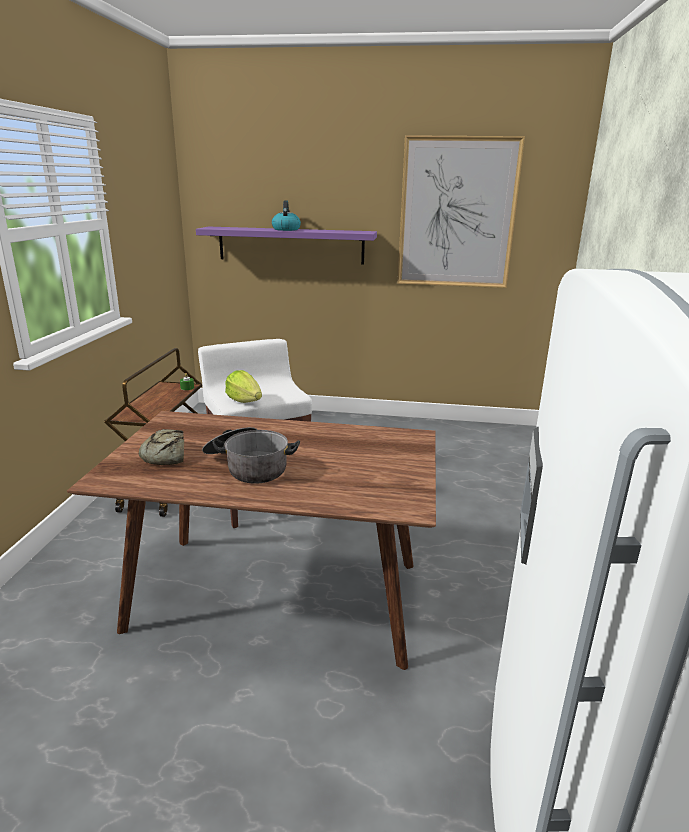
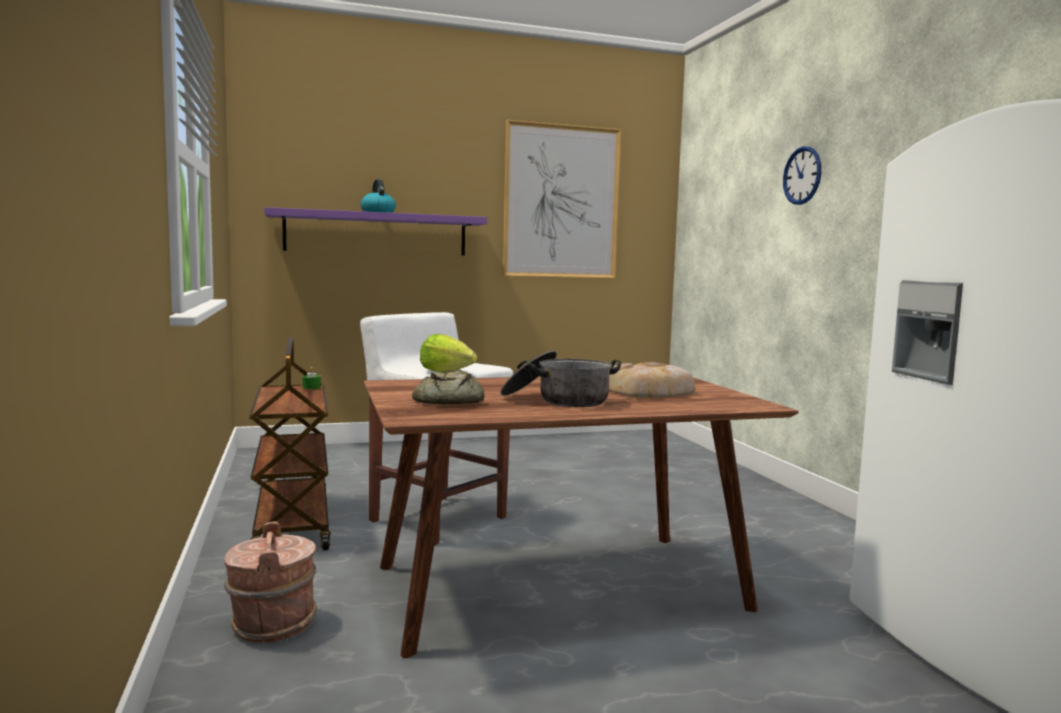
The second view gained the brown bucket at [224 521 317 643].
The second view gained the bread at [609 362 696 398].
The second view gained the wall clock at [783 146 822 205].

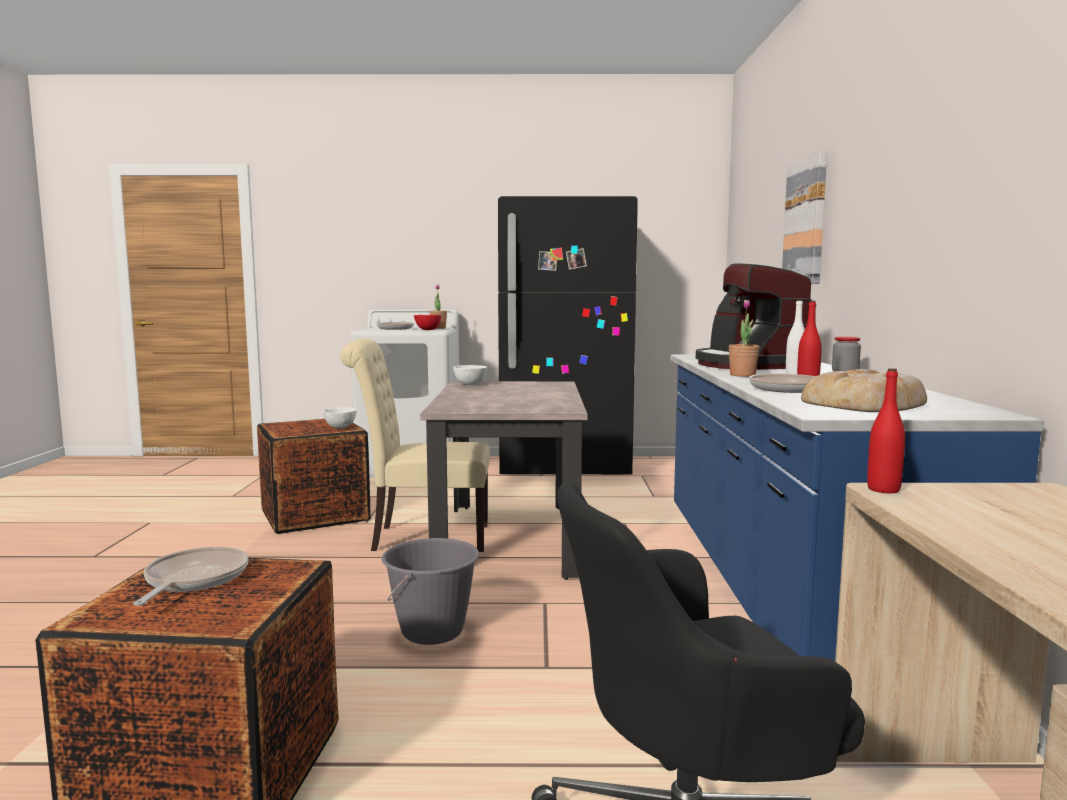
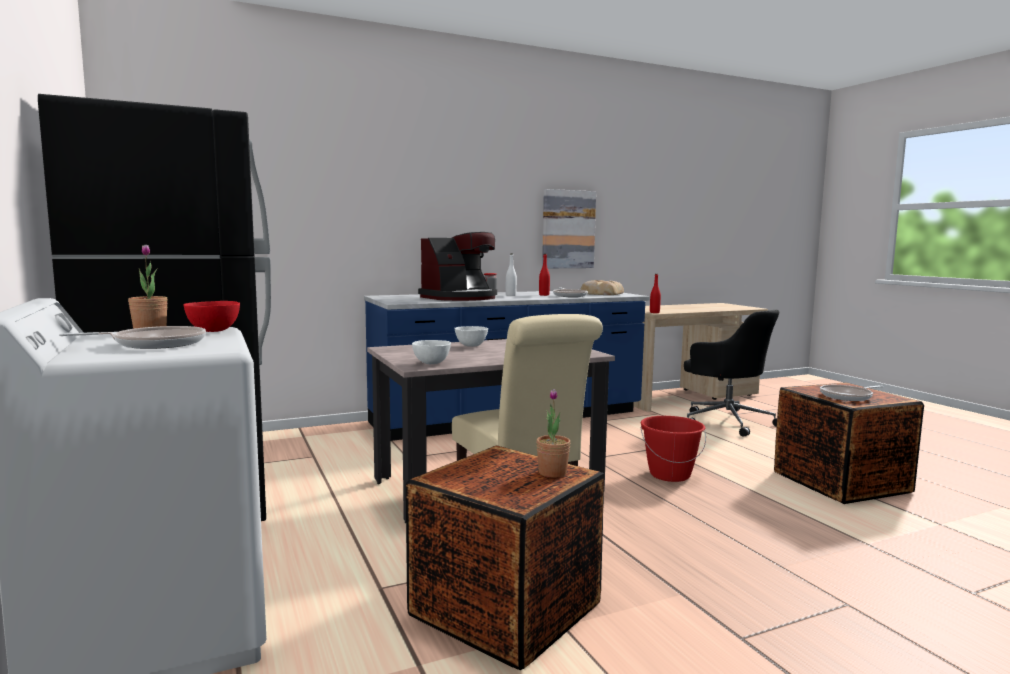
The white bowl ended up elsewhere, having gone from [323 407 357 429] to [454 326 488 347].
The potted plant ended up elsewhere, having gone from [729 300 759 377] to [536 389 571 478].
The picture ended up elsewhere, having gone from [782 153 827 284] to [542 189 596 268].
What was the grey bucket at [382 538 479 645] turned into the red bucket at [641 416 706 482].

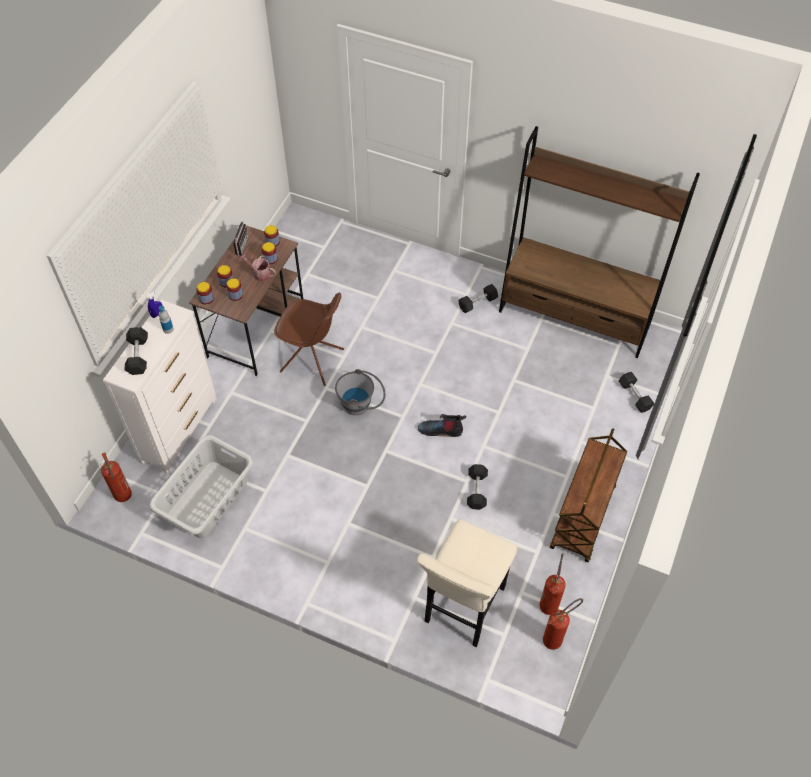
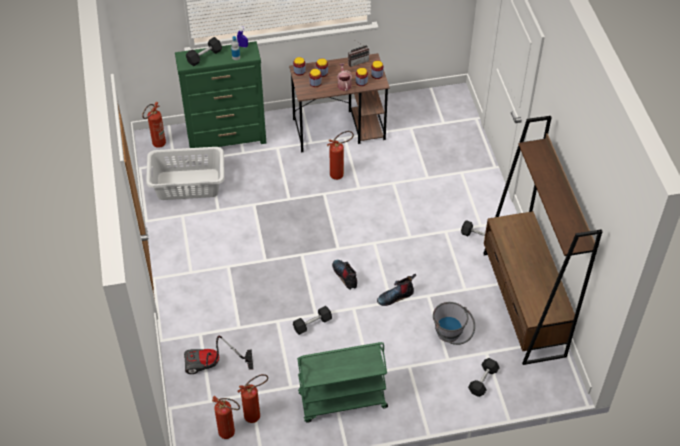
What was the white dresser at [103 300 217 474] turned into the green dresser at [175 41 266 148].
Where the beige stool stood at [417 519 517 647], the vacuum cleaner came to stand at [184 336 253 374].
What was the brown cart at [550 428 627 562] turned into the green cart at [297 342 388 423].
Where the brown chair stood at [274 293 344 386], the fire extinguisher came to stand at [327 131 354 180].
The second view gained the boot at [377 274 416 306].
The grey bucket ended up elsewhere, having gone from [335 369 385 415] to [433 302 475 345].

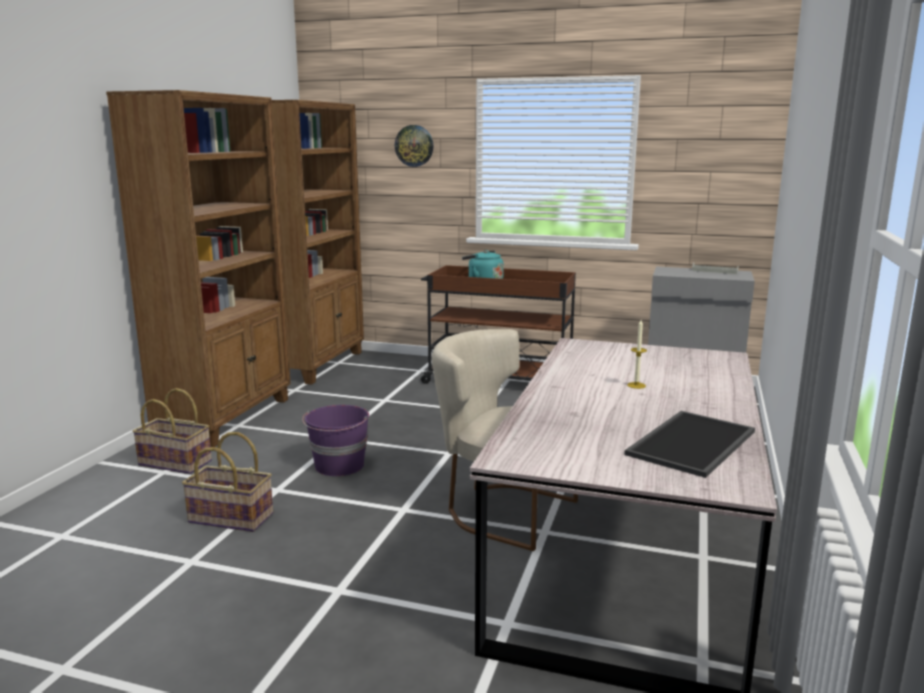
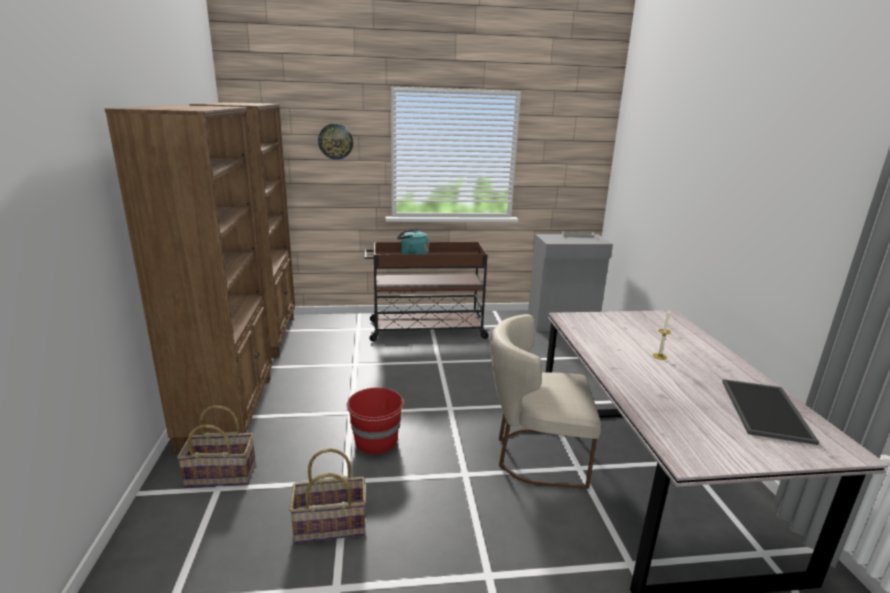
What was the purple bucket at [302 405 369 476] turned into the red bucket at [346 388 404 455].

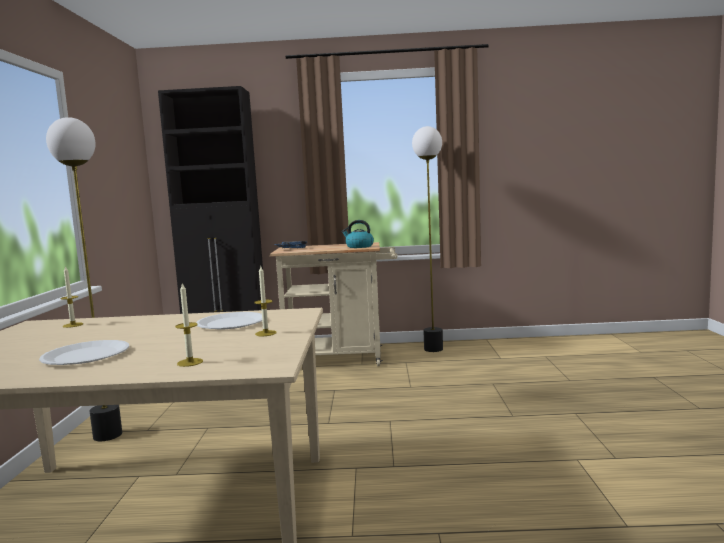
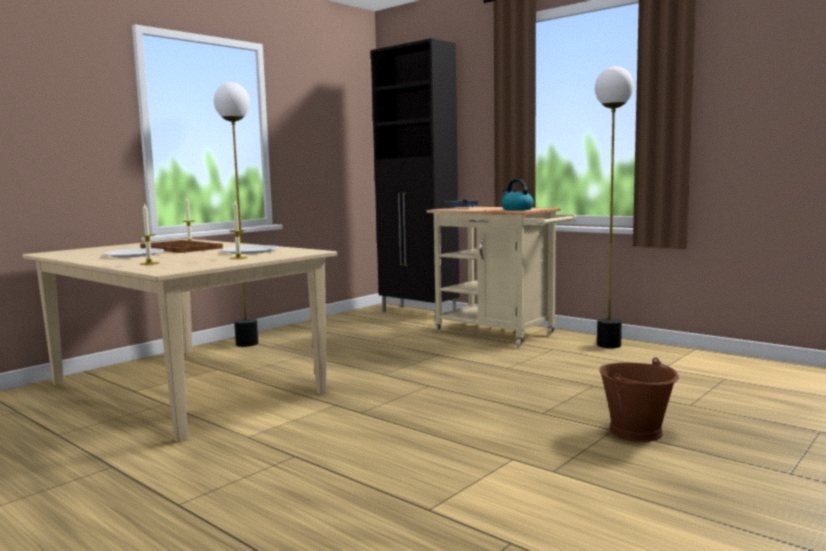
The second view gained the brown tray at [140 240 223 253].
The second view gained the brown bucket at [599 357 679 442].

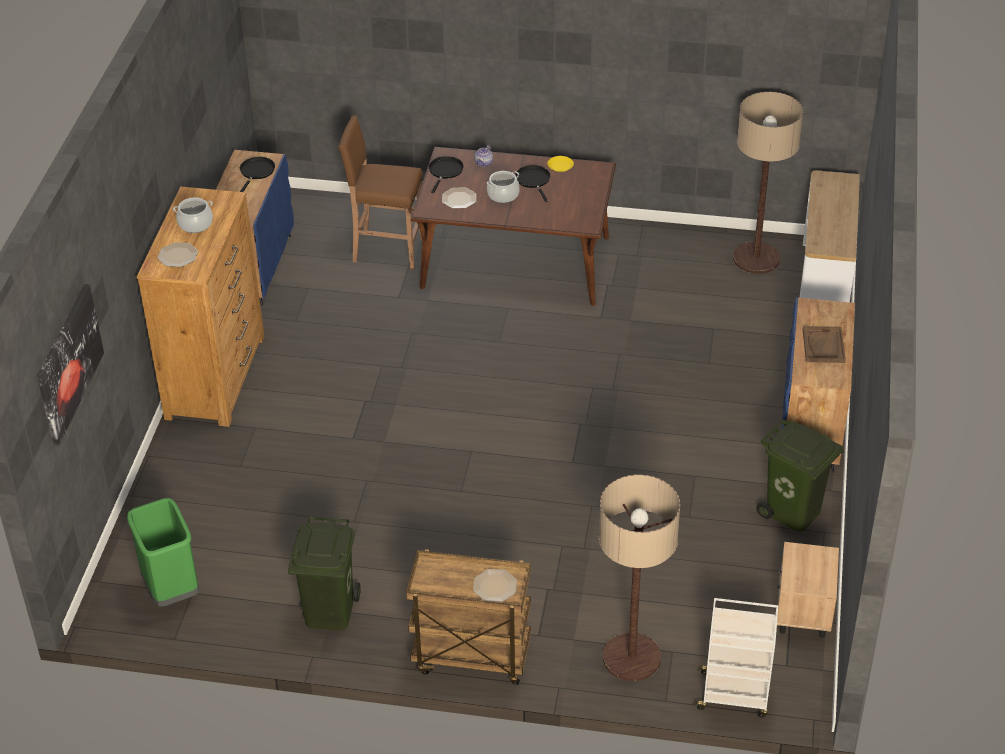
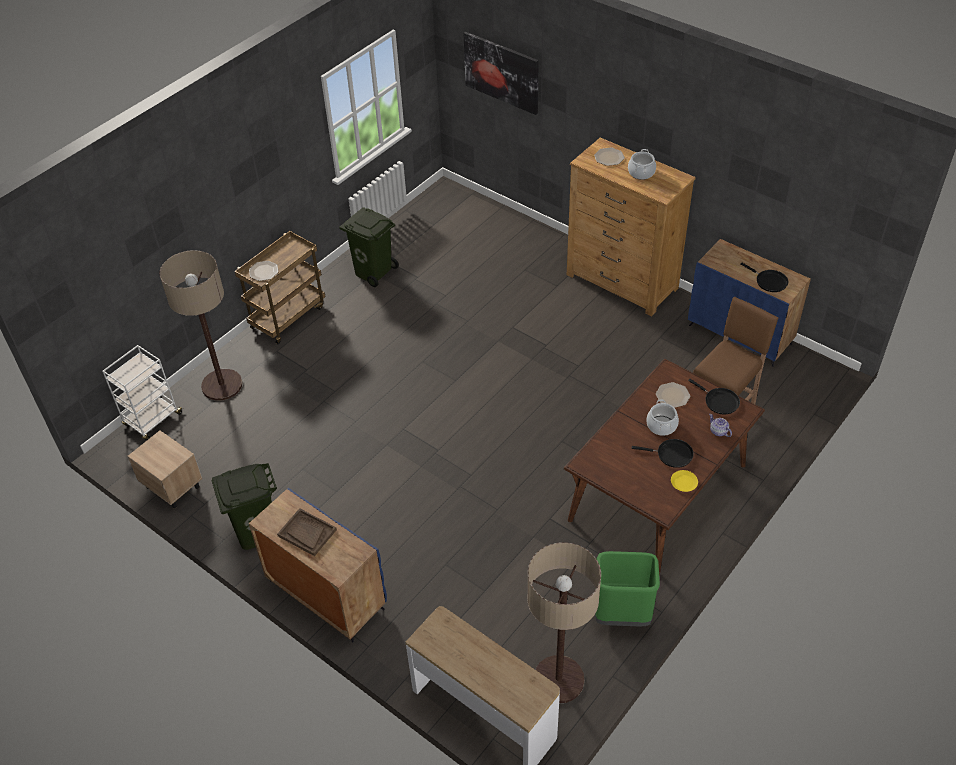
The green trash can ended up elsewhere, having gone from [127 498 199 606] to [595 551 660 626].

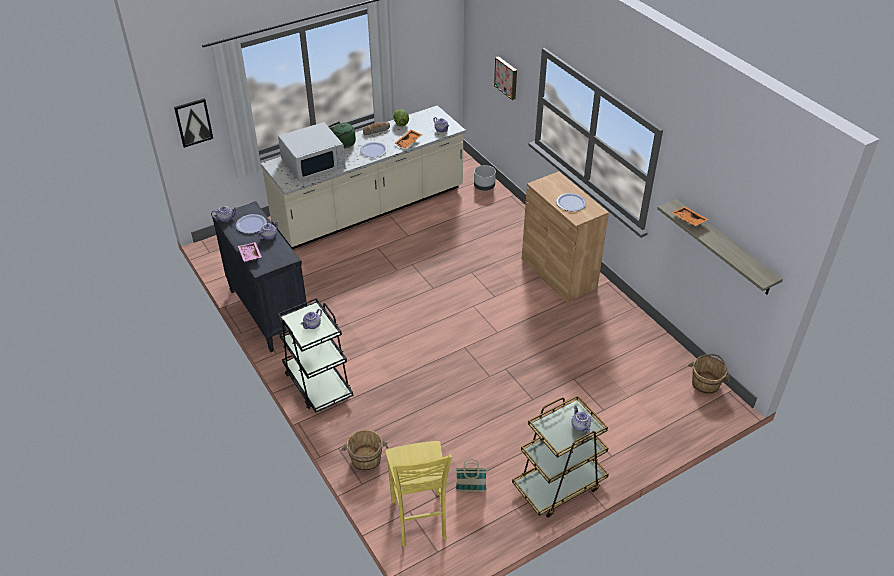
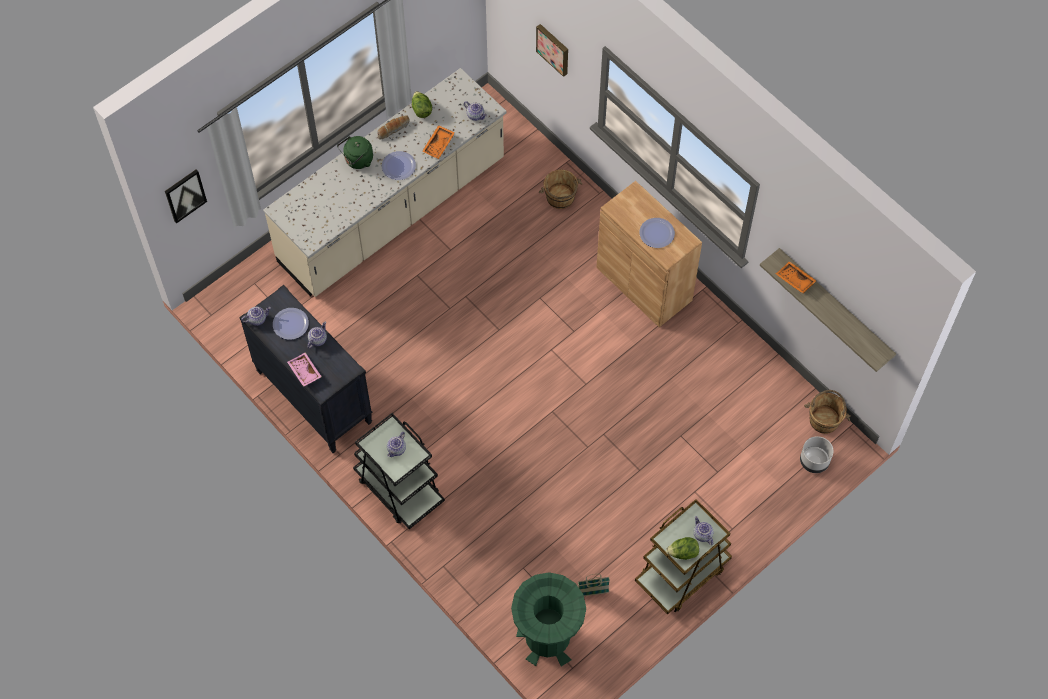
Where the yellow stool stood at [385 441 452 547], the green trash can came to stand at [511 572 586 666].
The brown bucket ended up elsewhere, having gone from [341 430 388 471] to [539 170 582 209].
The second view gained the lettuce at [666 537 699 560].
The grey planter ended up elsewhere, having gone from [474 165 496 191] to [800 436 833 473].
The second view lost the white microwave at [278 122 346 182].

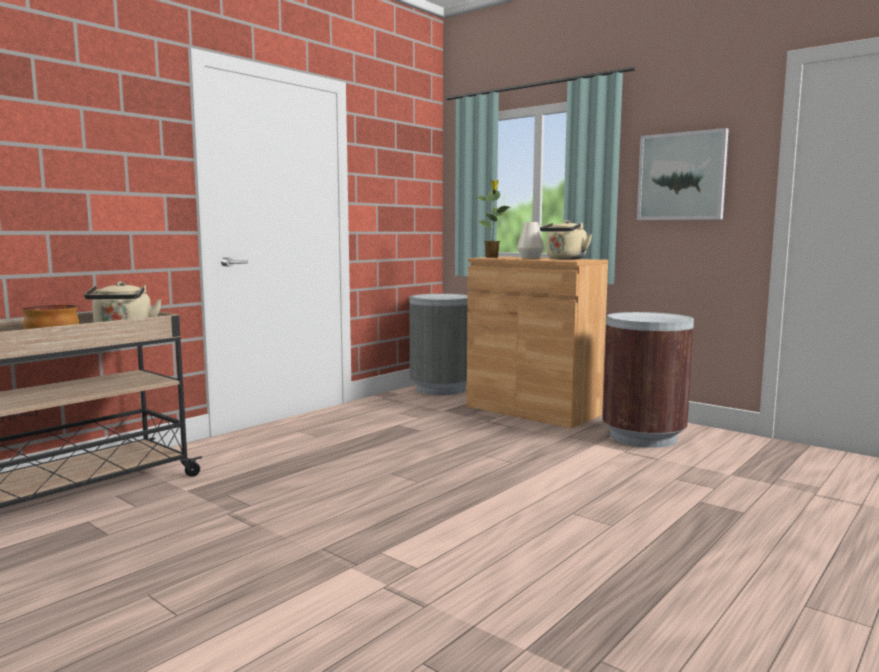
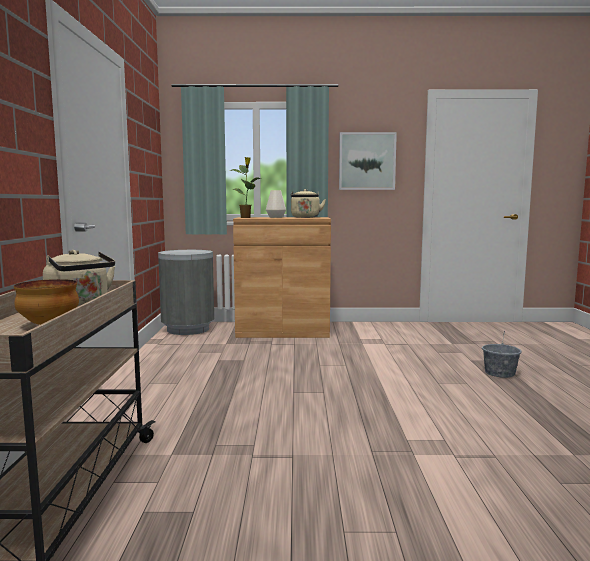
The second view gained the grey bucket at [482 330 522 378].
The second view lost the brown trash can at [602 312 694 448].

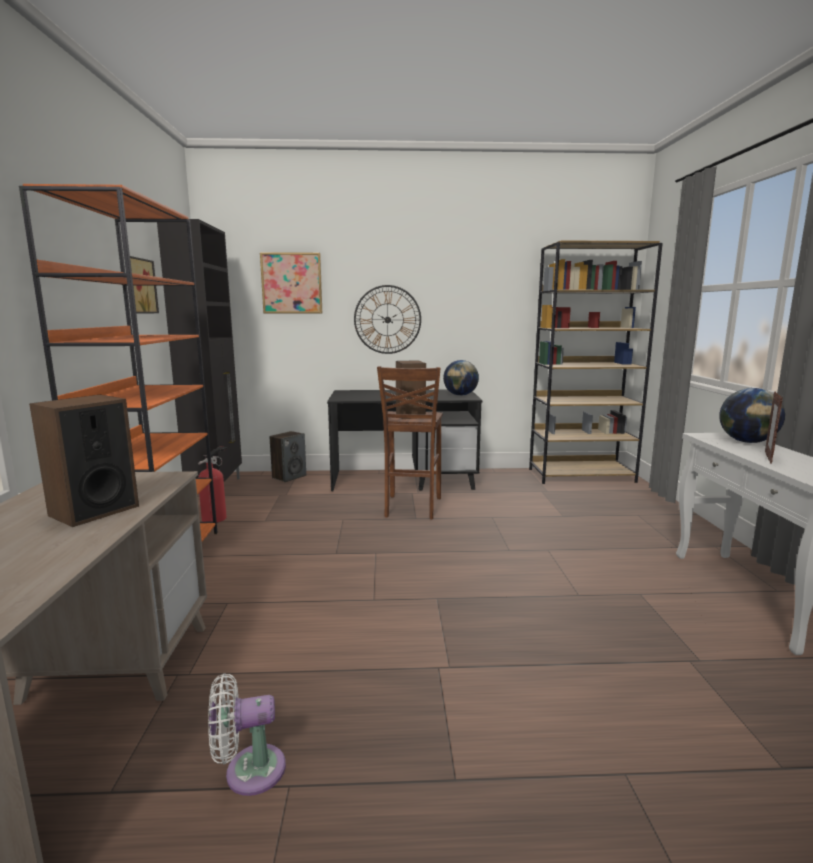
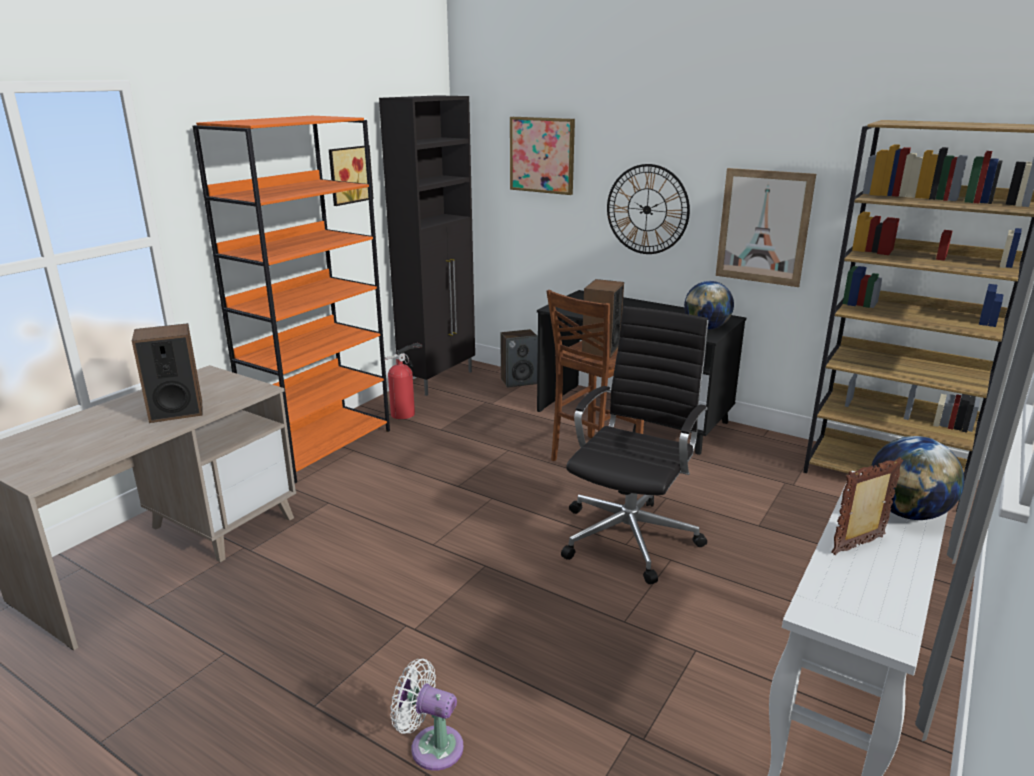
The white fan ended up elsewhere, having gone from [208 674 286 796] to [390 659 464 771].
The second view gained the black office chair at [561 306 709 584].
The second view gained the picture at [716 168 816 287].

